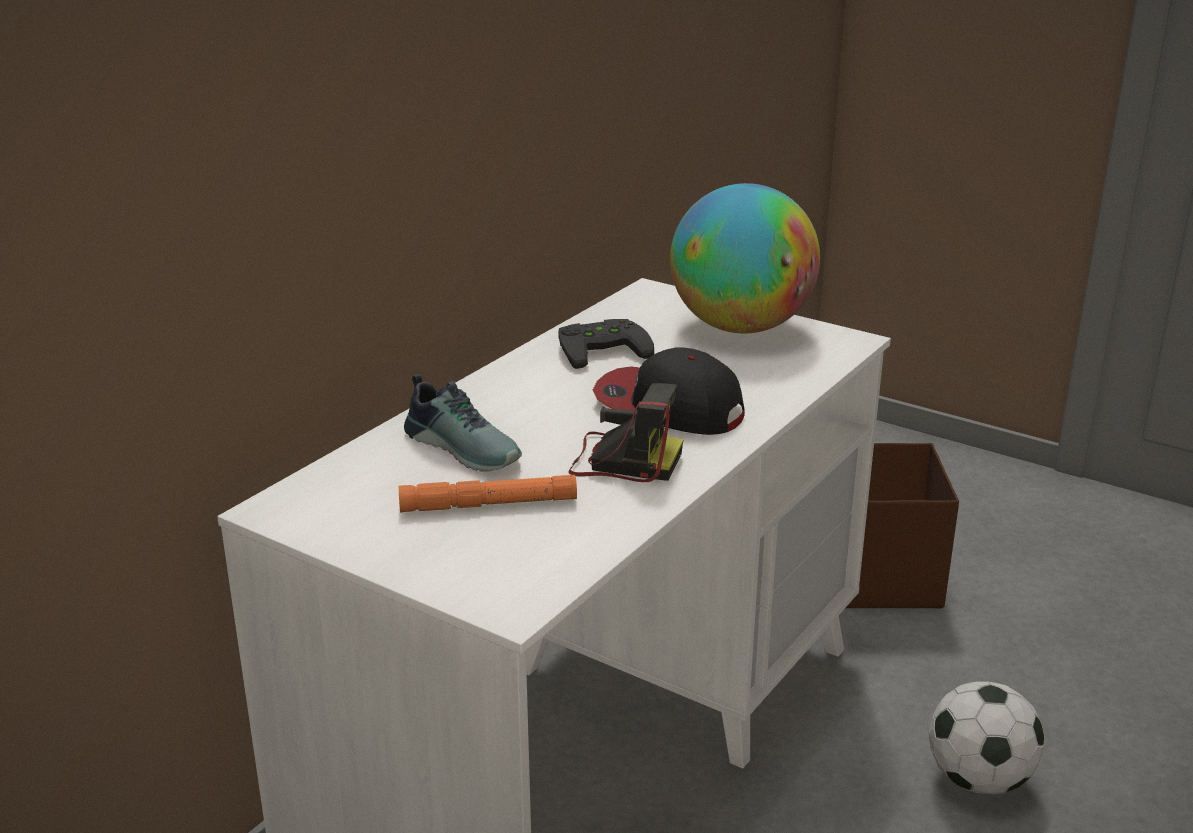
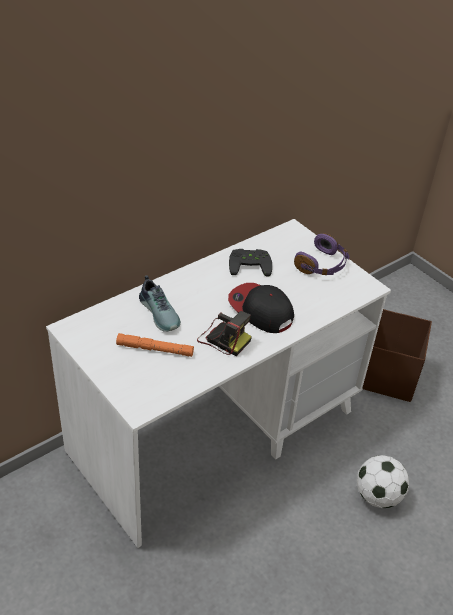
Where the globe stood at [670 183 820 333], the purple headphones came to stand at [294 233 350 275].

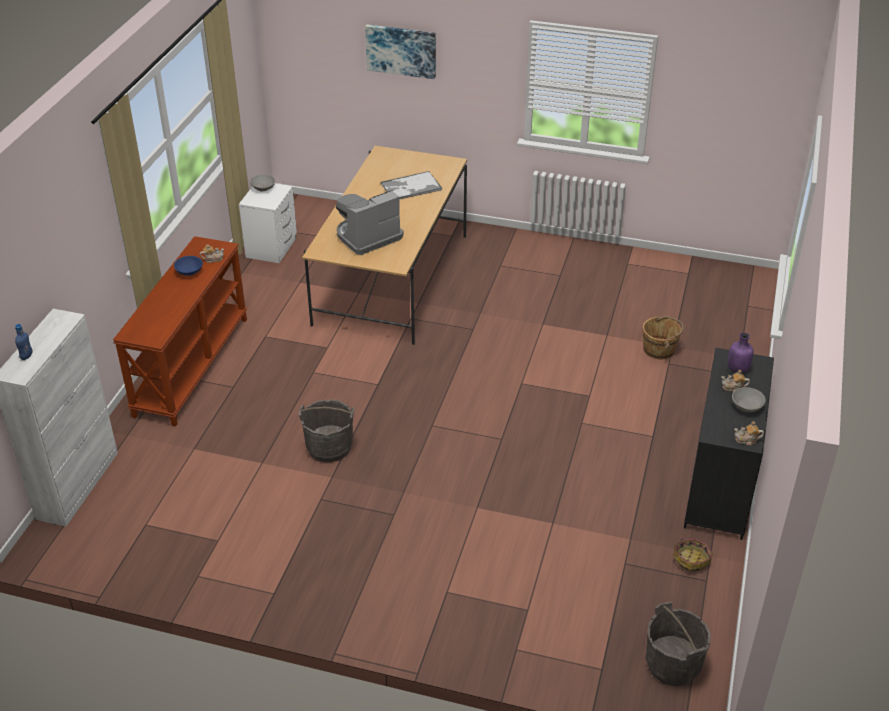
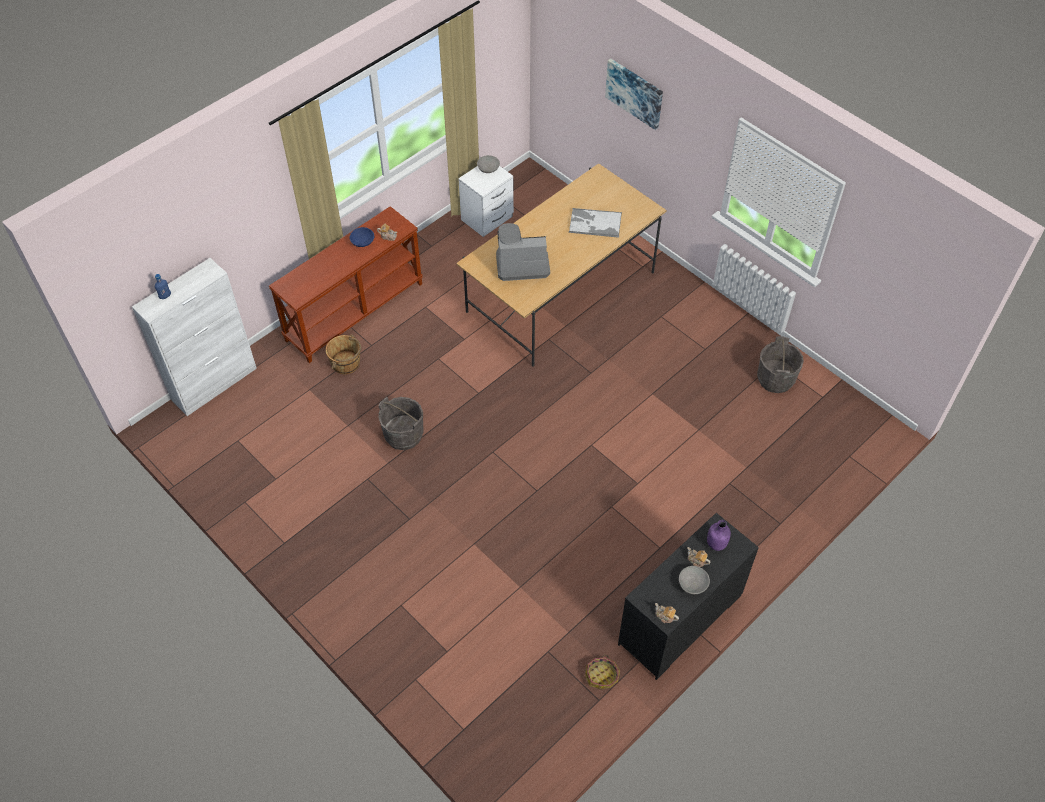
The brown bucket ended up elsewhere, having gone from [643 315 684 360] to [326 334 361 374].
The grey bucket ended up elsewhere, having gone from [646 601 711 686] to [757 336 804 393].

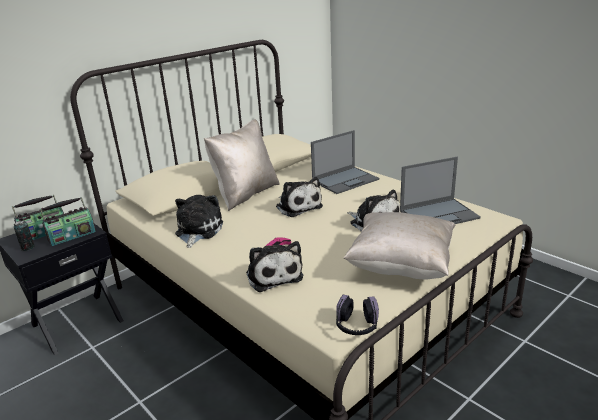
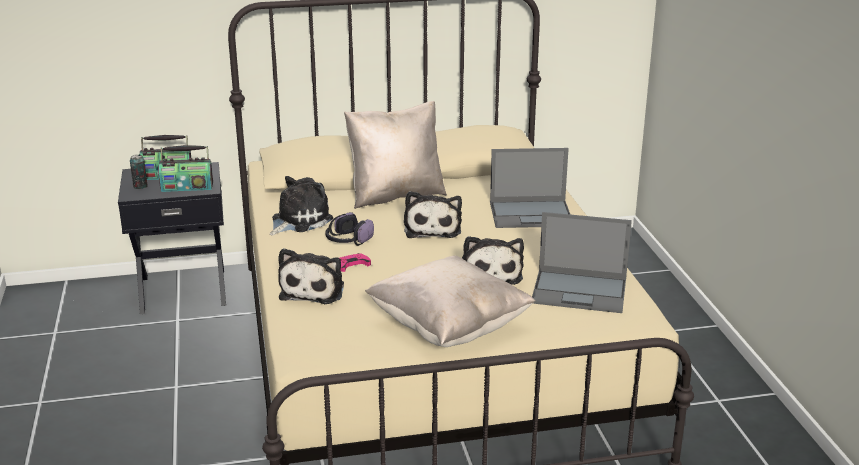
The headphones ended up elsewhere, having gone from [336 295 379 335] to [325 212 374 246].

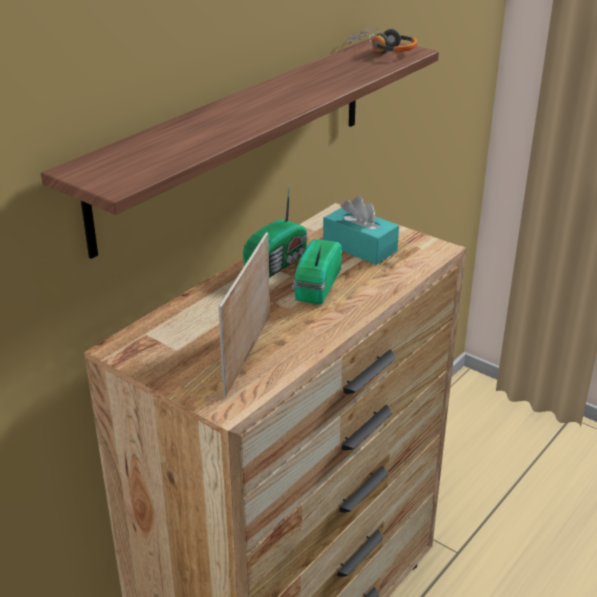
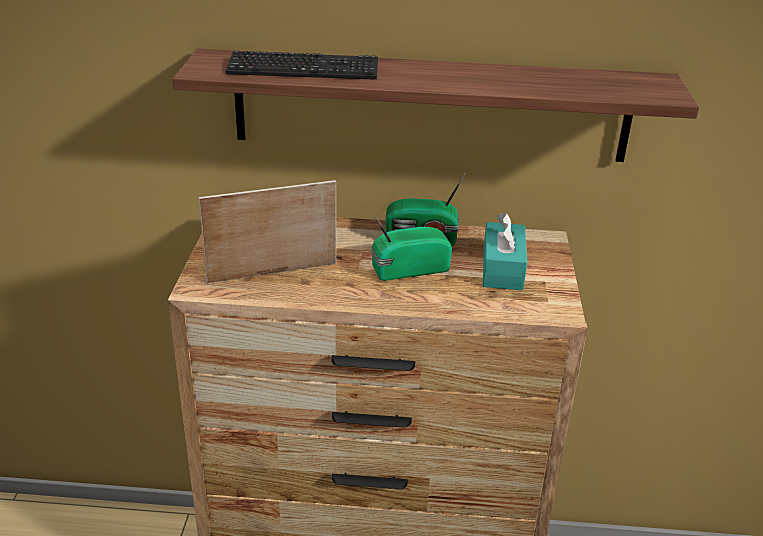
The second view gained the keyboard at [225 51 378 80].
The second view lost the headphones at [345 28 417 54].

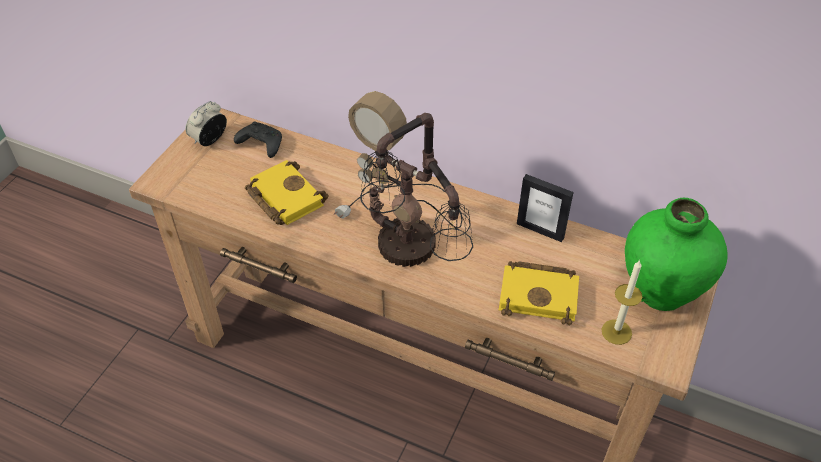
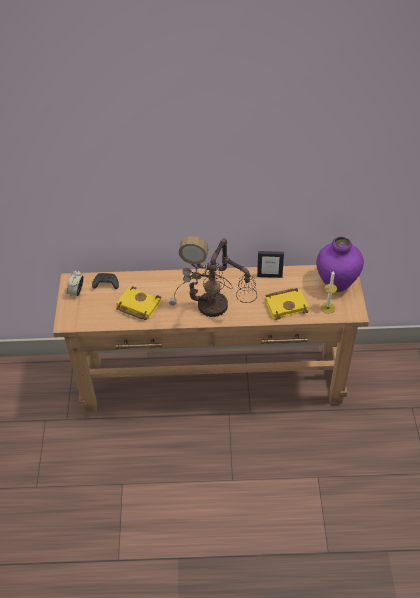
What was the green vase at [625 198 728 311] turned into the purple vase at [316 236 364 292].

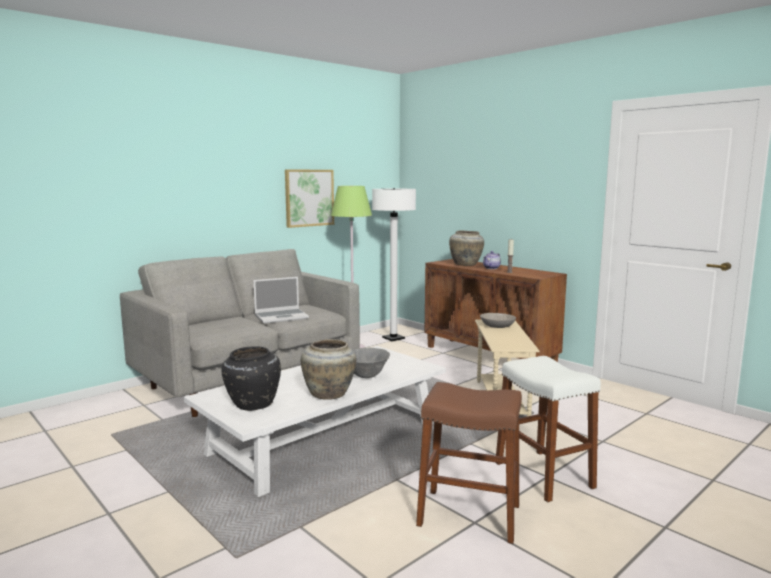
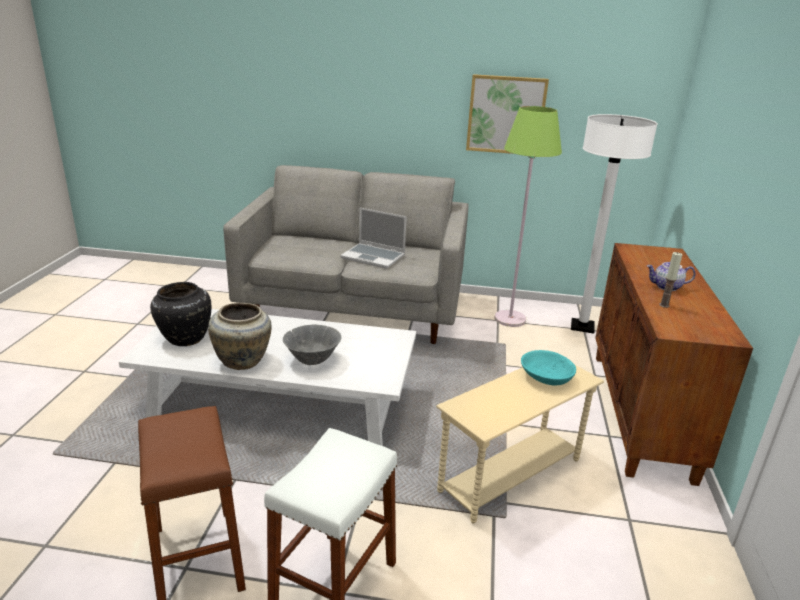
What was the grey bowl at [480 313 516 328] turned into the turquoise bowl at [521 350 576 386].
The second view lost the beige vase at [449 231 484 266].

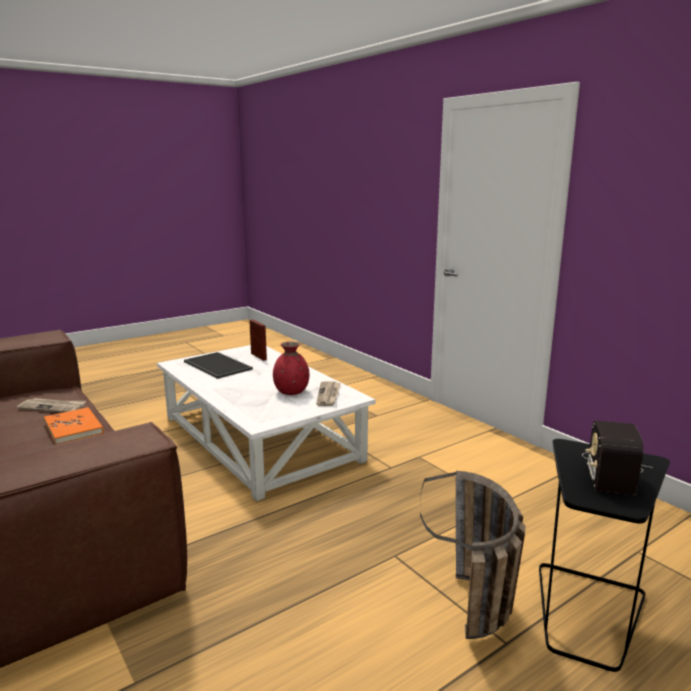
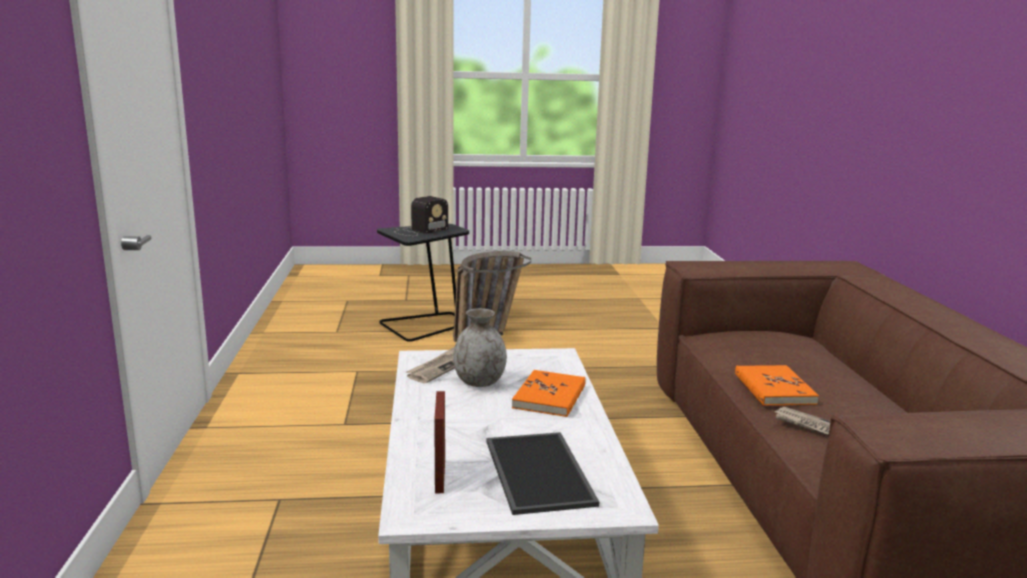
What was the red vase at [273 341 309 395] turned into the grey vase at [453 308 507 387].
The second view gained the orange book at [512 370 586 417].

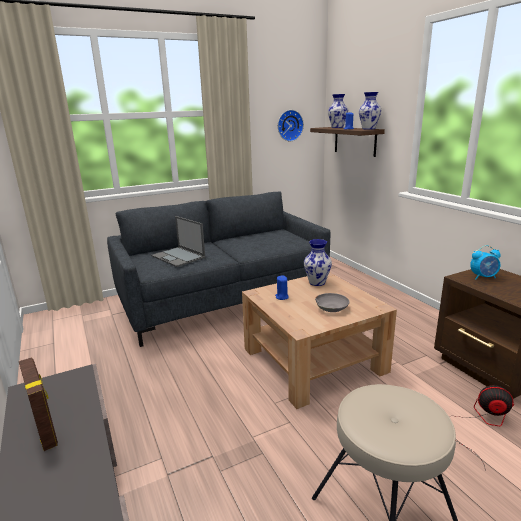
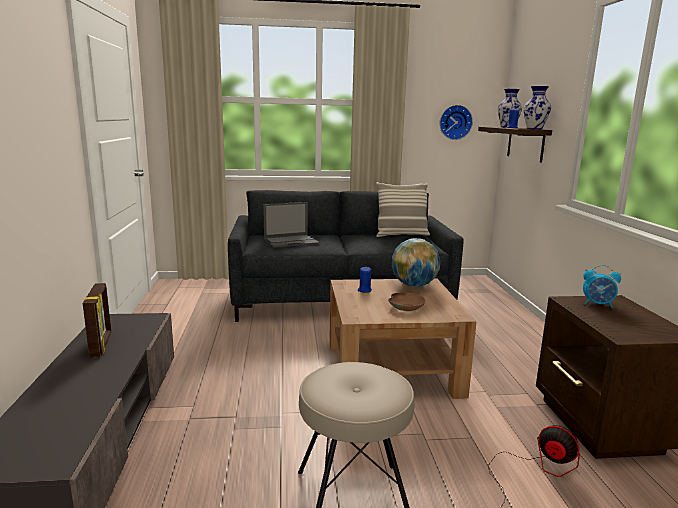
The laptop at [151 216 205 267] ended up facing another way, 90 degrees counterclockwise from before.
The second view gained the pillow at [376 182 430 237].
What was the grey bowl at [315 293 350 312] turned into the brown bowl at [388 292 426 311].
Where the vase stood at [304 239 332 286], the globe came to stand at [392 238 440 287].

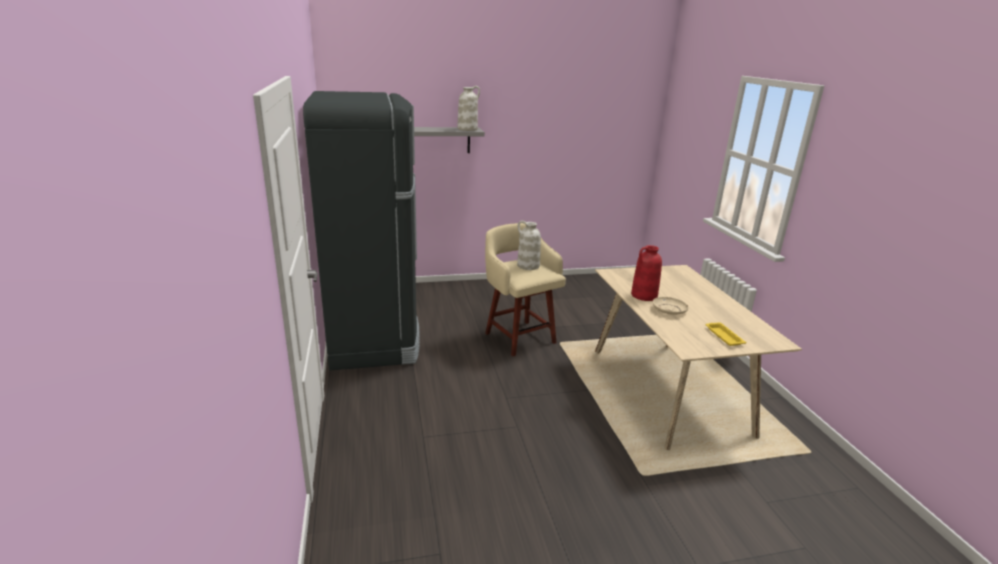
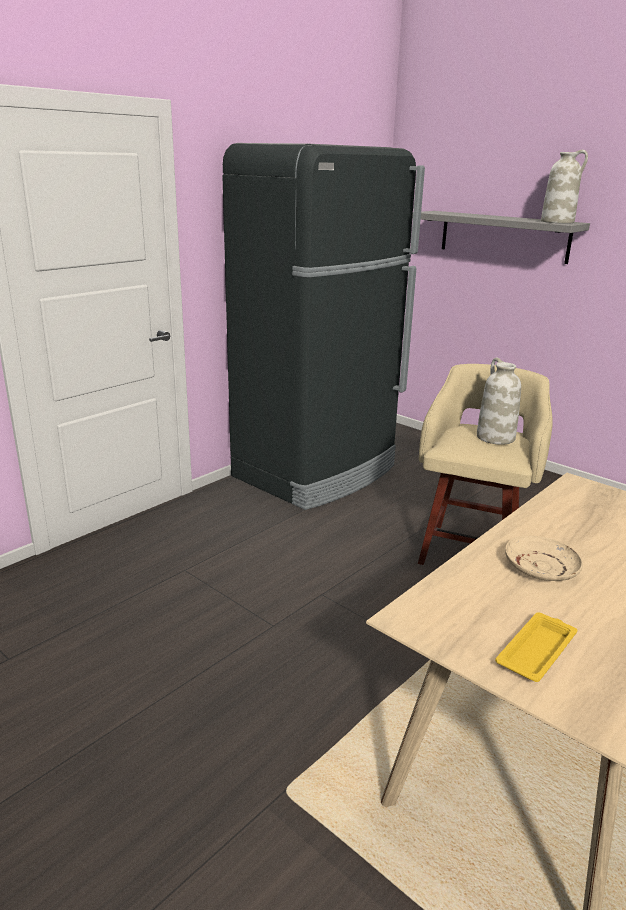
The second view lost the red vase at [631 245 662 301].

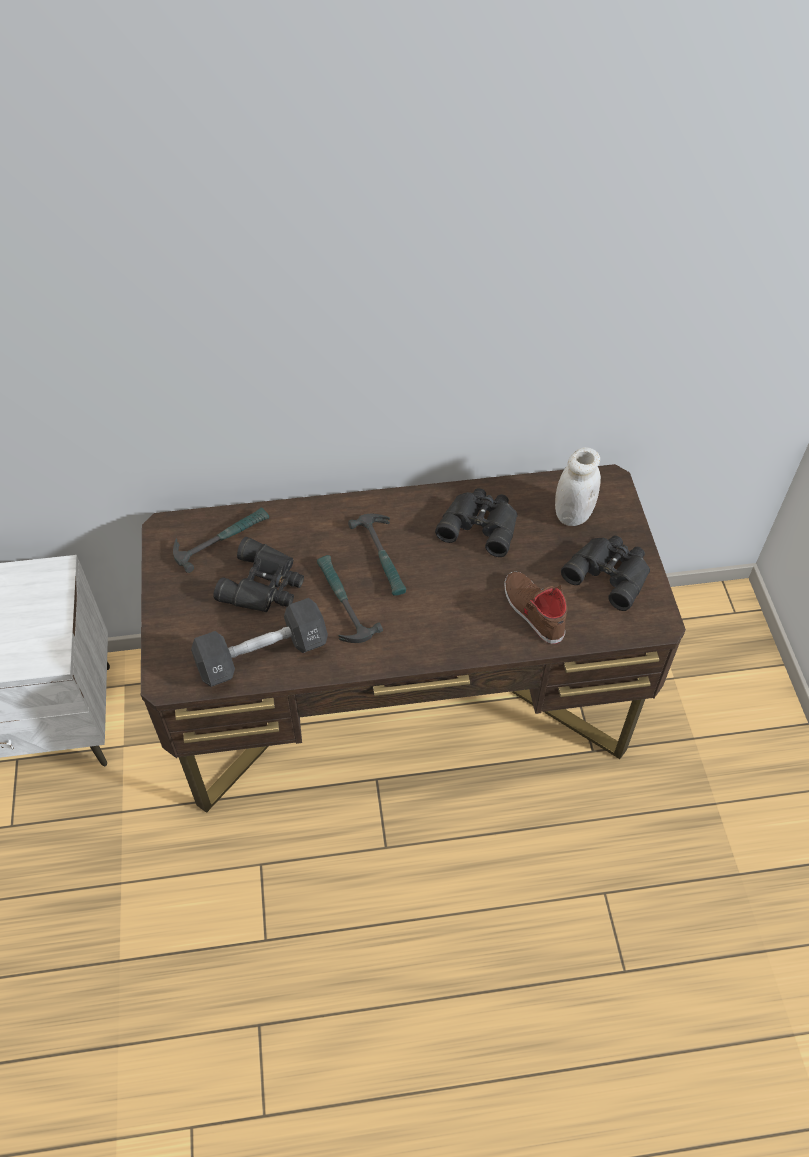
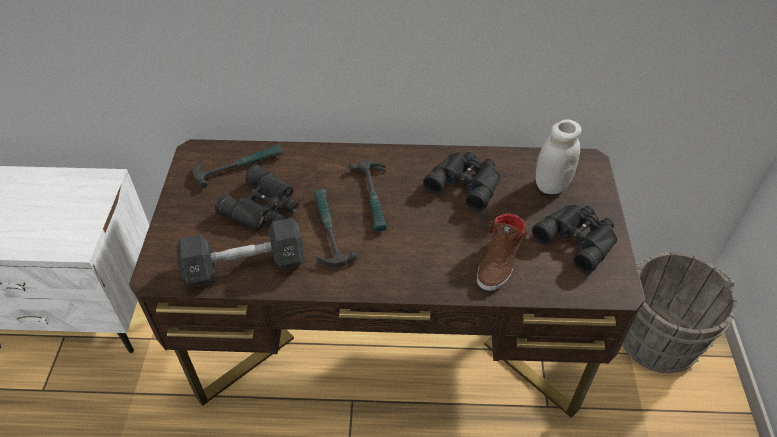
The brown shoe at [504 572 568 644] ended up facing another way, 135 degrees counterclockwise from before.
The second view gained the grey bucket at [623 252 737 373].

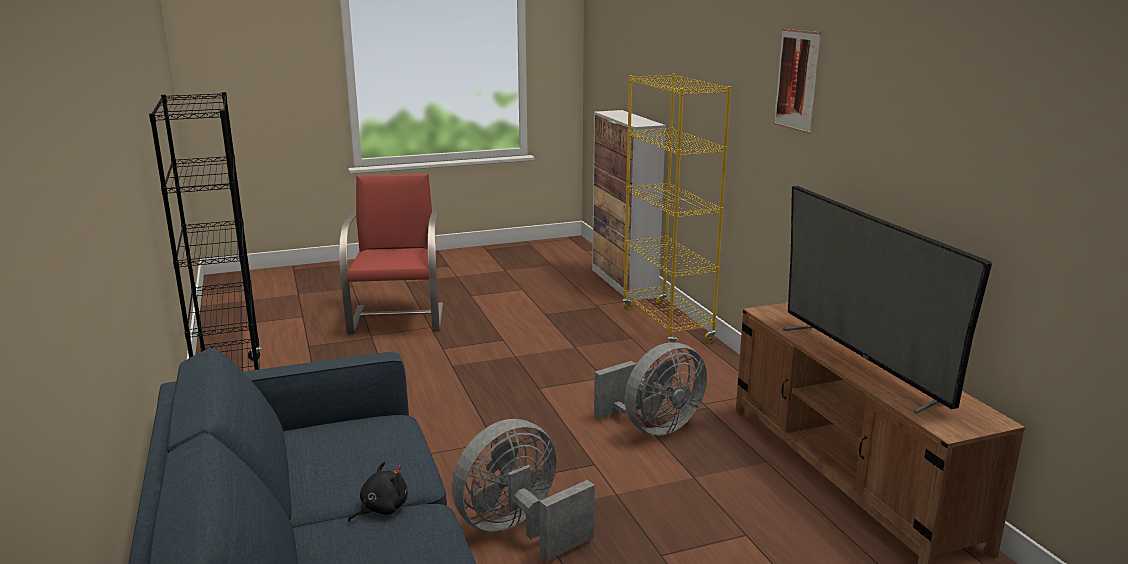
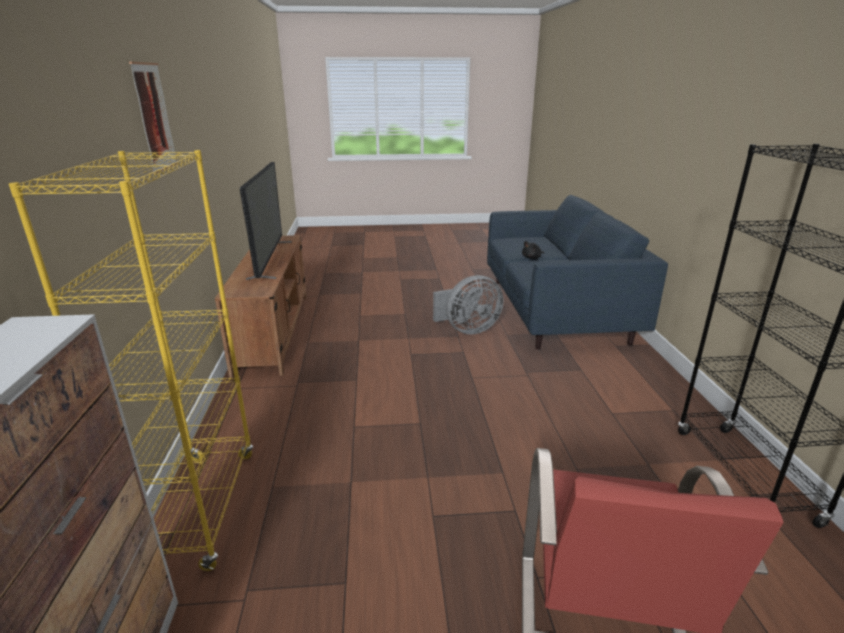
The second view lost the grey fan at [594 342 707 436].

